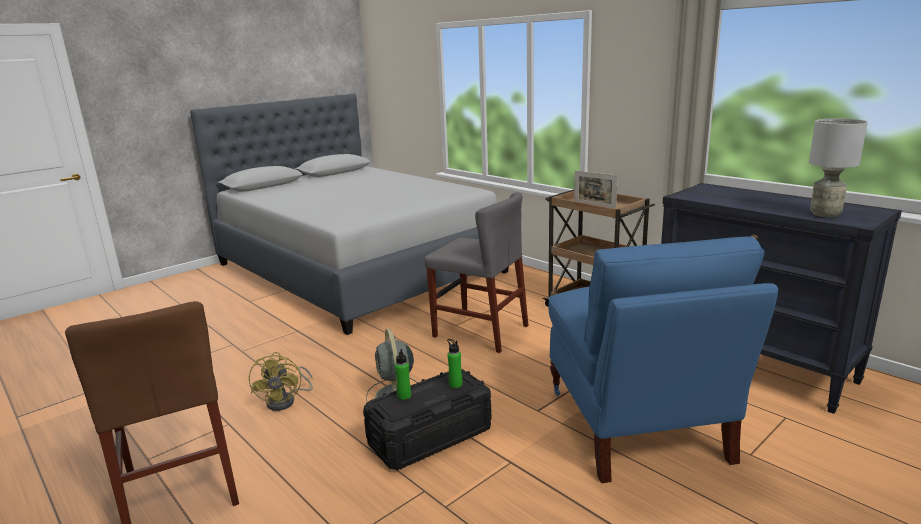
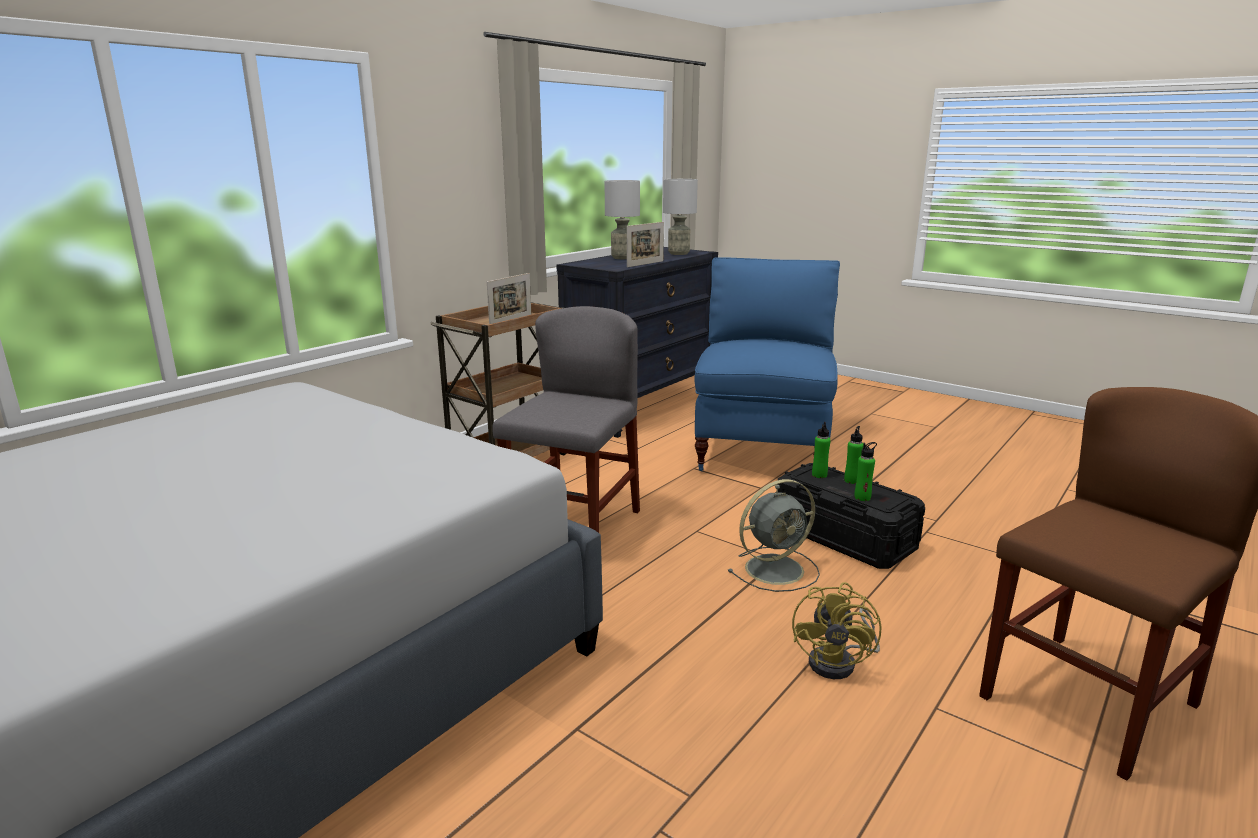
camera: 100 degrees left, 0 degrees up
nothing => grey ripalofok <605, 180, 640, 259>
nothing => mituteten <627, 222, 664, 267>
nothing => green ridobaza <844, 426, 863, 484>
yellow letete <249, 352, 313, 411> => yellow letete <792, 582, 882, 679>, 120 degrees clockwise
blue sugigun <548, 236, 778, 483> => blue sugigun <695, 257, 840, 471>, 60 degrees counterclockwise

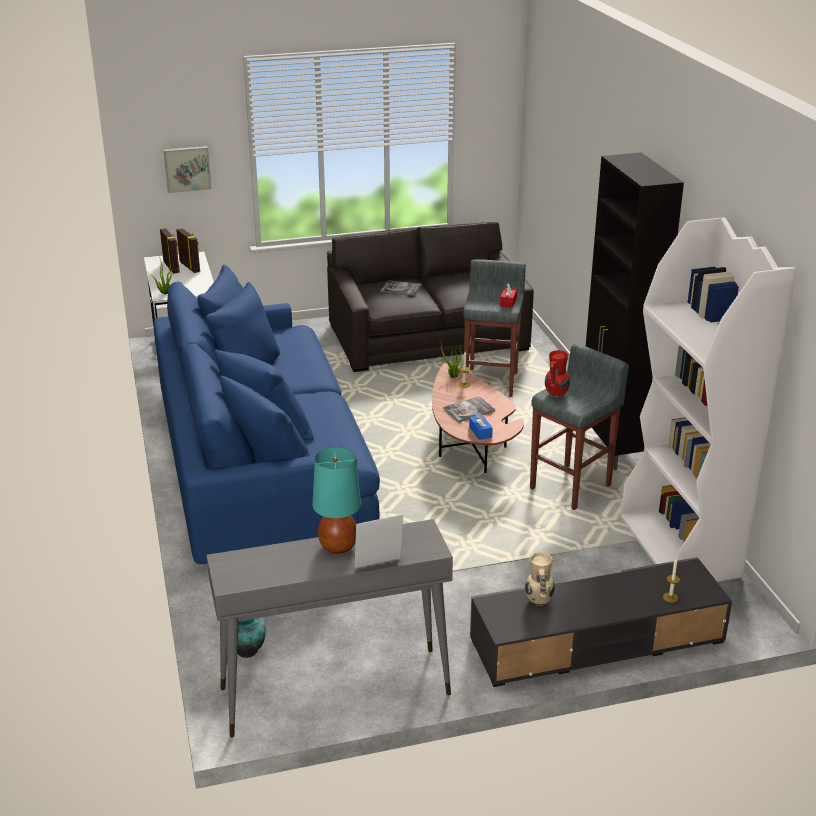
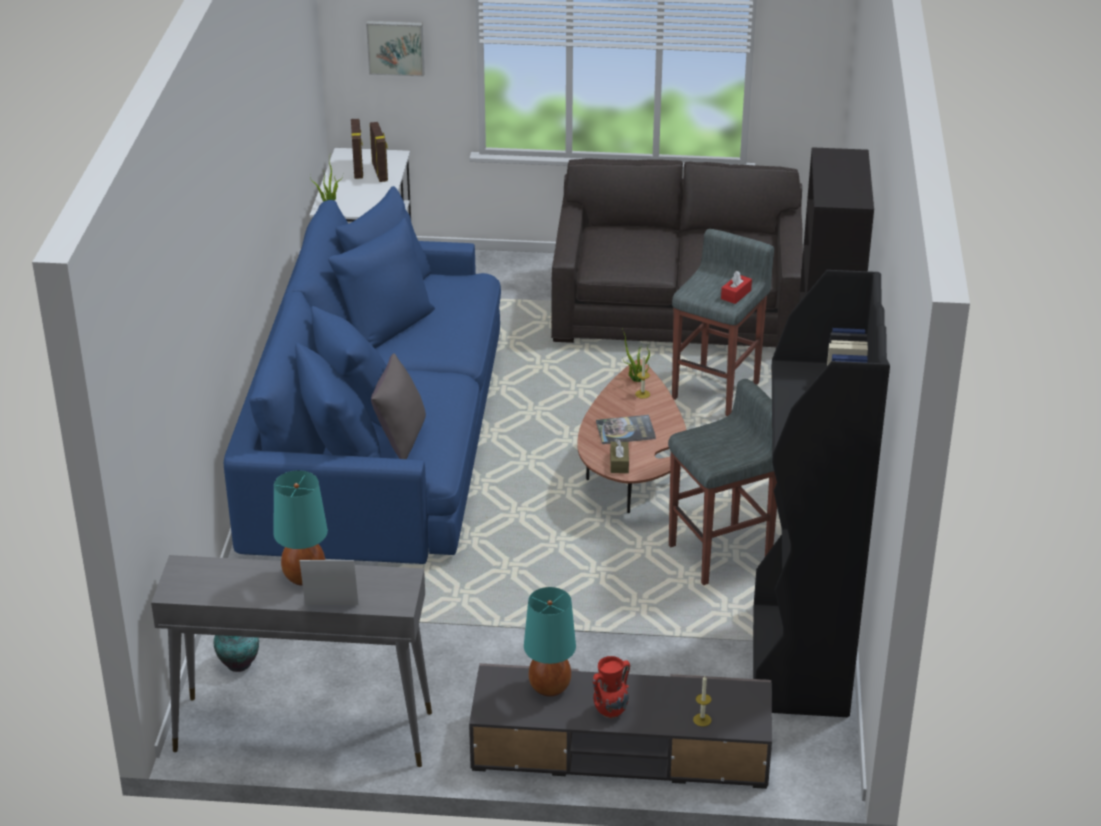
camera: 20 degrees right, 5 degrees up
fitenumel <380, 280, 422, 296> => nothing
nothing => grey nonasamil <371, 353, 426, 459>
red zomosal <545, 350, 570, 397> => red zomosal <593, 656, 630, 718>, relocated
beige zomosal <525, 552, 555, 606> => turquoise ripalofok <524, 587, 576, 697>
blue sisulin <469, 412, 493, 440> => brown sisulin <610, 439, 629, 473>
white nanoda <621, 217, 797, 582> => black nanoda <753, 270, 890, 717>

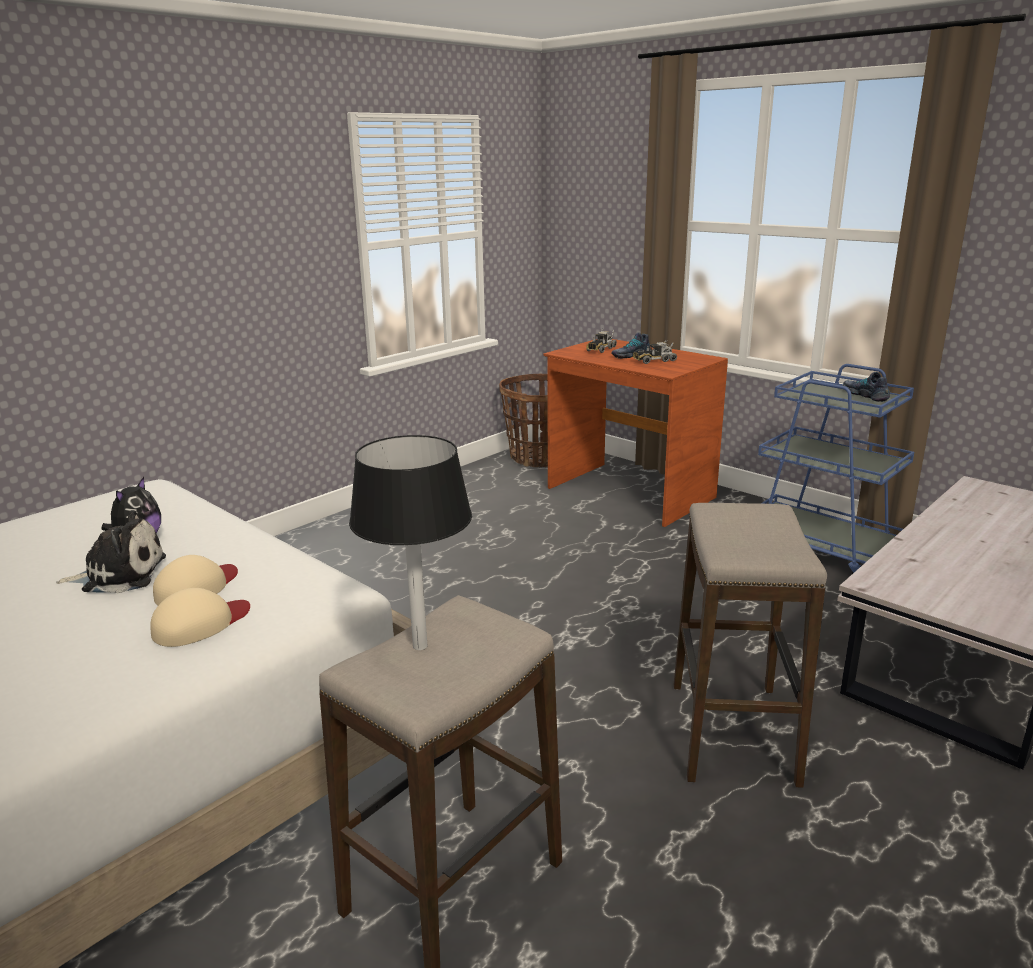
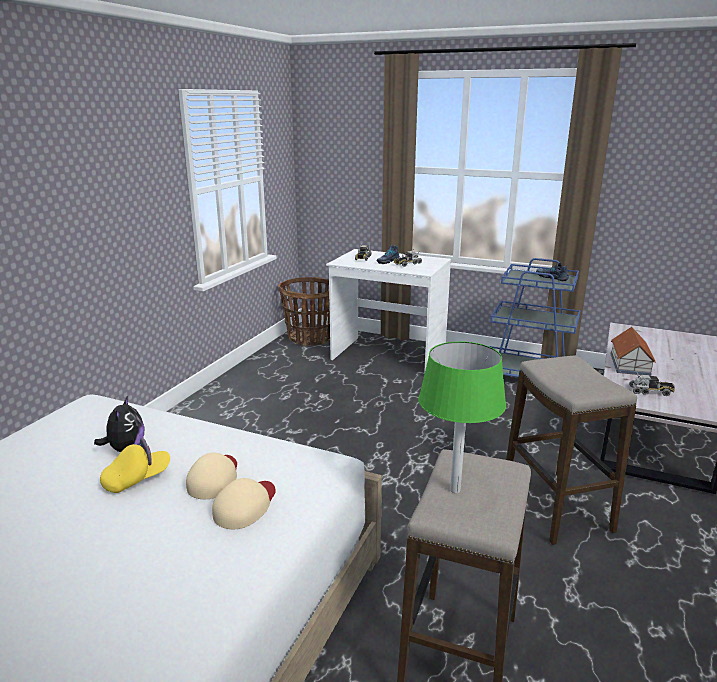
camera: 20 degrees left, 0 degrees up
nothing => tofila <611, 327, 656, 376>
nothing => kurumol <629, 372, 675, 396>
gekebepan <56, 510, 166, 593> => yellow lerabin <100, 438, 170, 493>
black ripalofok <349, 435, 472, 650> => green ripalofok <418, 341, 506, 493>
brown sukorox <544, 339, 728, 527> => white sukorox <326, 249, 451, 374>

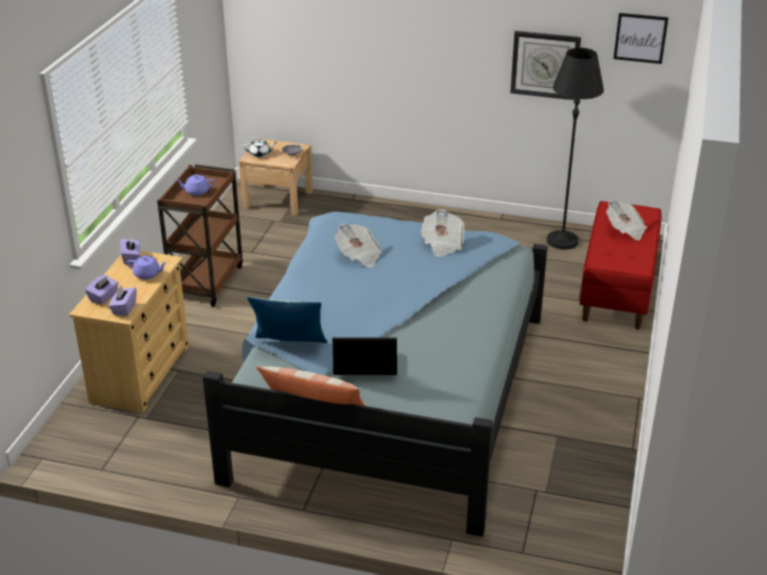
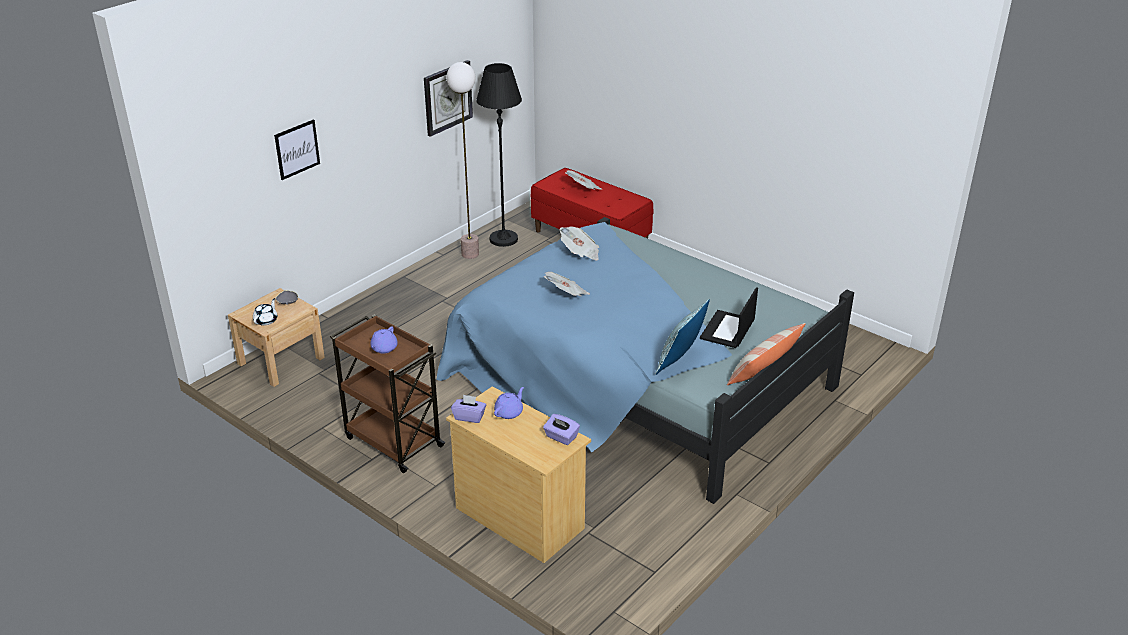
camera: 65 degrees left, 0 degrees up
purple sisulin <85, 275, 119, 305> => nothing
nothing => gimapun <447, 62, 479, 259>
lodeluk <613, 13, 669, 64> => lodeluk <274, 119, 320, 180>, relocated

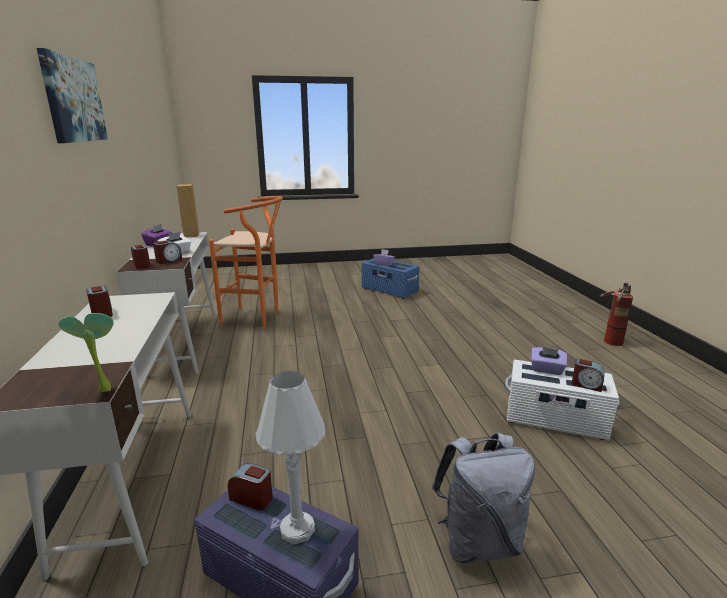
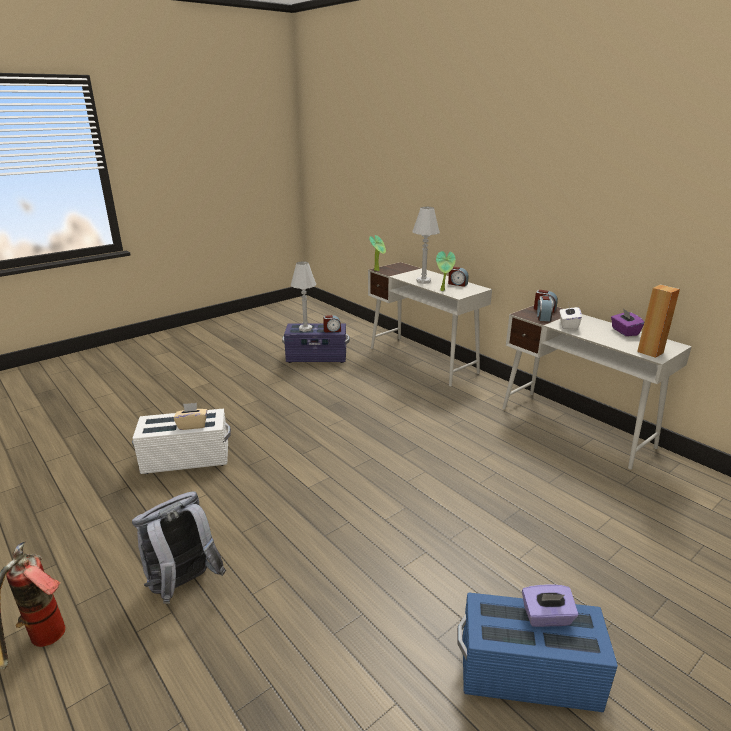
camera: 150 degrees right, 5 degrees up
lodeluk <36, 48, 108, 143> => nothing
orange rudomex <209, 196, 283, 329> => nothing
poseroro <572, 359, 605, 392> => nothing
nothing => white ripalofok <412, 207, 440, 284>
nothing => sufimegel <436, 251, 456, 291>
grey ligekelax <432, 433, 535, 564> => grey ligekelax <132, 491, 226, 604>, relocated
purple sisulin <531, 347, 567, 375> => beige sisulin <174, 403, 207, 430>

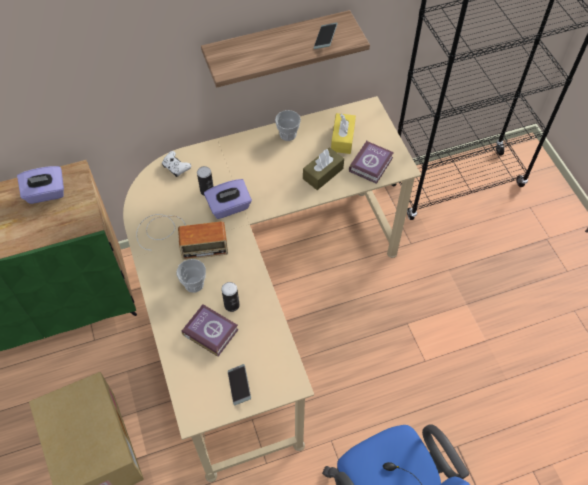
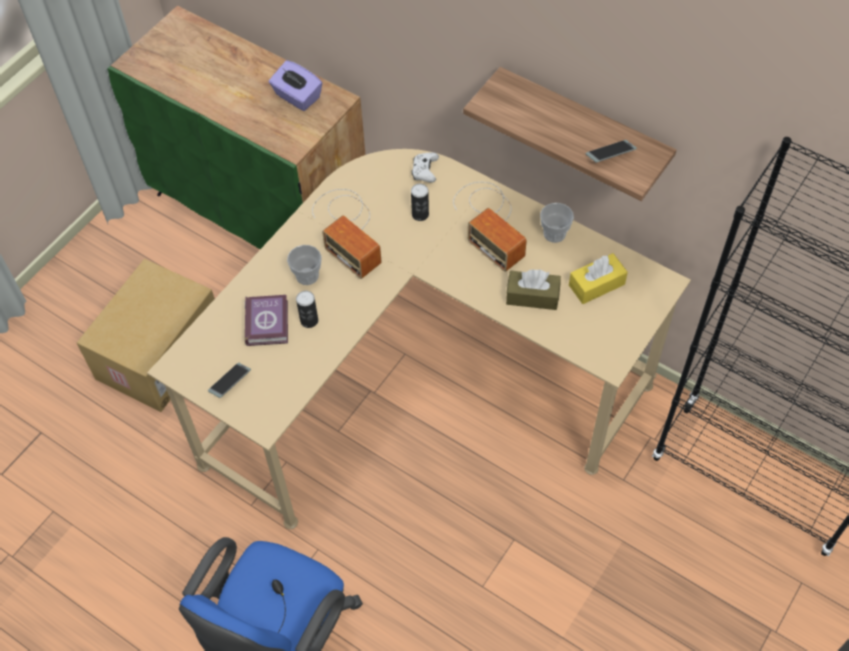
camera: 55 degrees right, 0 degrees up
purple sisulin <204, 179, 252, 219> => nothing
fitenumel <349, 141, 394, 184> => nothing
nothing => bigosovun <453, 182, 527, 272>

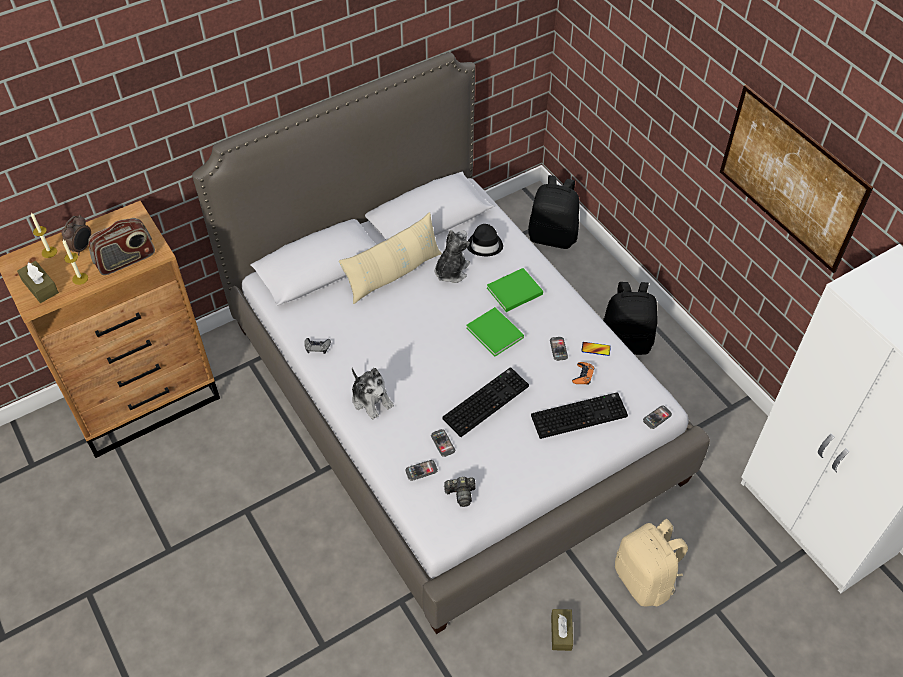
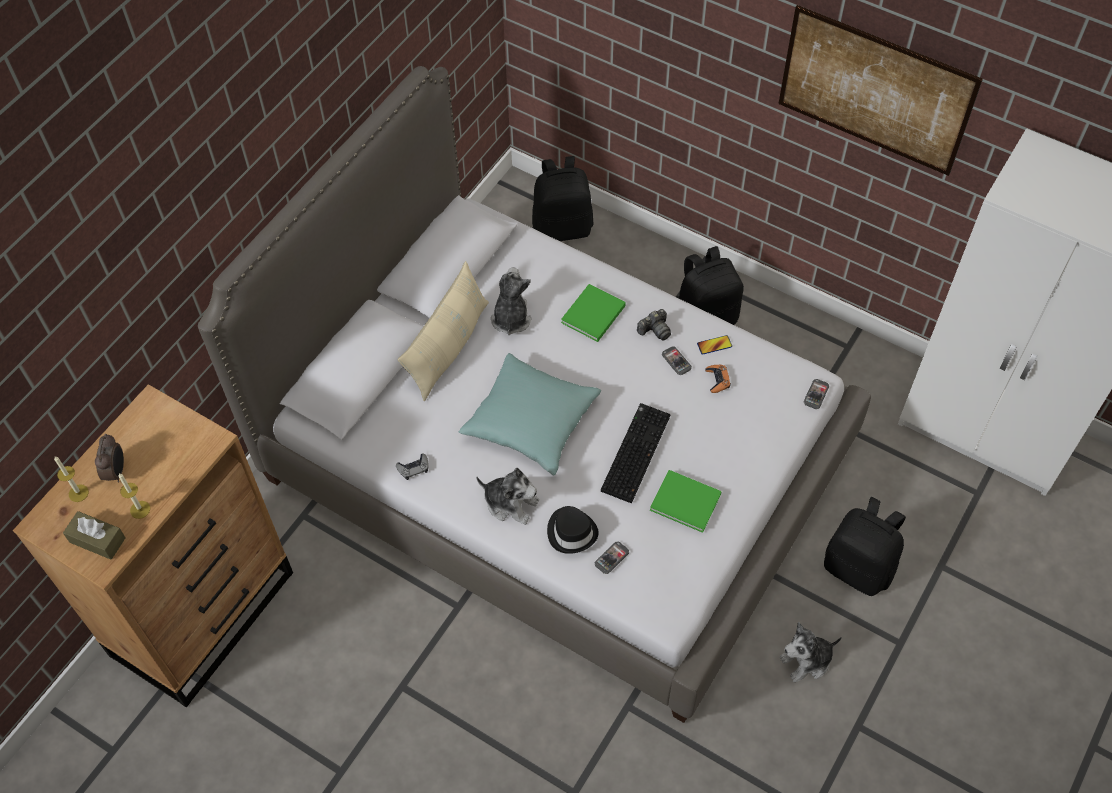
camera: 25 degrees left, 5 degrees up
bigosovun <88, 218, 155, 275> => nothing
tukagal <431, 429, 455, 457> => nothing
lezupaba <531, 392, 628, 439> => nothing
nothing => turquoise nonasamil <459, 353, 601, 476>
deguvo <443, 477, 476, 507> => deguvo <637, 309, 671, 340>, relocated
green fitenumel <466, 307, 524, 356> => green fitenumel <650, 470, 722, 533>, relocated
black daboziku <467, 224, 503, 256> => black daboziku <547, 506, 599, 554>, relocated
brown sisulin <551, 609, 573, 651> => gekebepan <779, 622, 842, 683>
beige ligekelax <615, 519, 688, 606> => black ligekelax <824, 497, 906, 596>

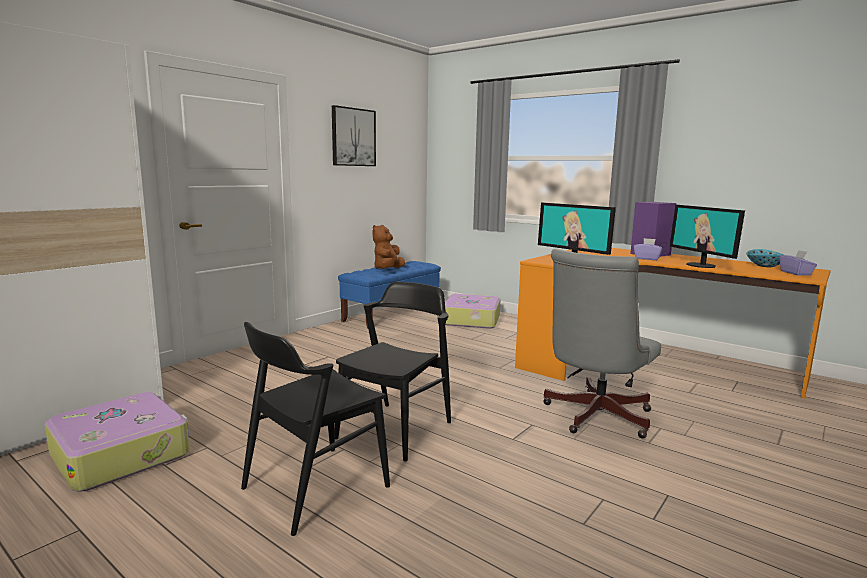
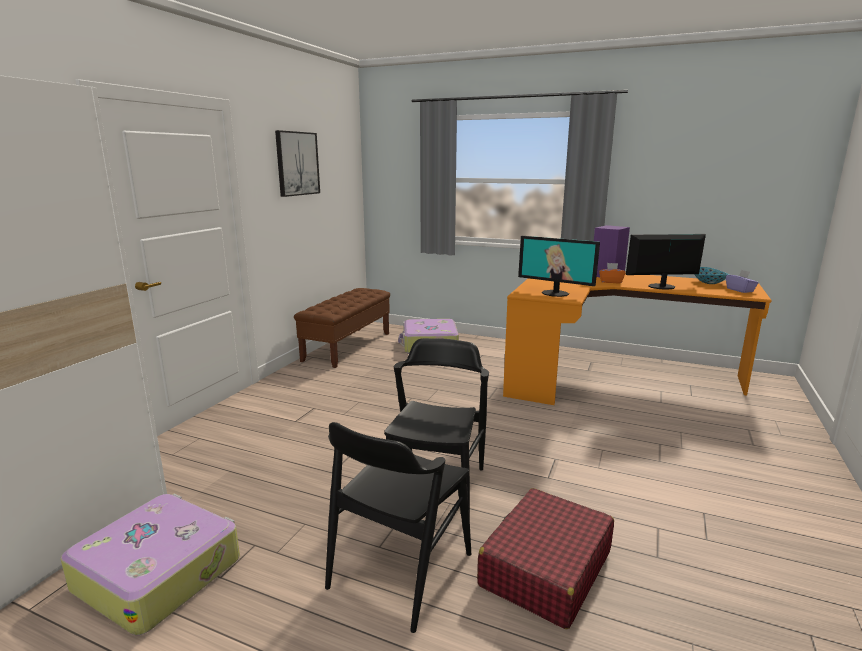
camera: 15 degrees left, 5 degrees up
brown gekebepan <372, 225, 405, 269> => nothing
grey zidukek <543, 248, 661, 438> => nothing
nothing => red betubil <477, 488, 614, 629>
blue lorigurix <338, 261, 441, 329> => brown lorigurix <294, 288, 390, 368>
purple sisulin <634, 238, 663, 260> => orange sisulin <599, 263, 626, 283>
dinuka <670, 205, 745, 268> => dinuka <626, 234, 706, 290>, 120 degrees clockwise

